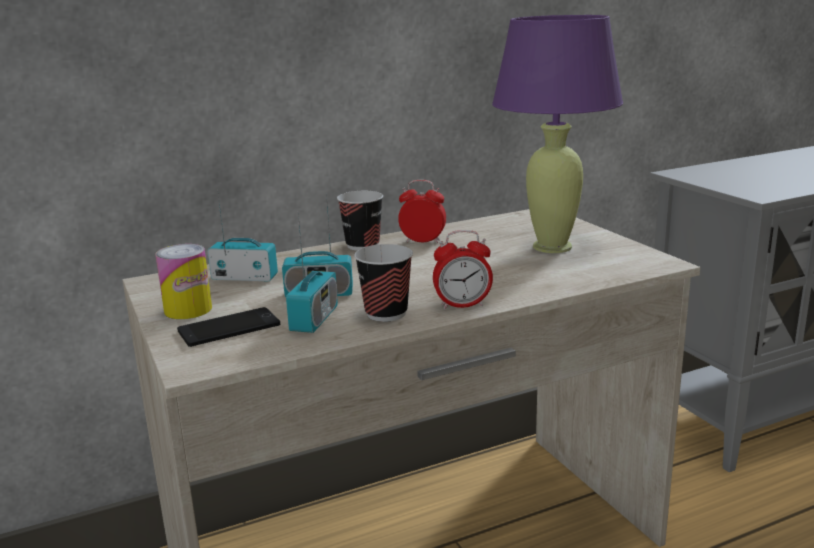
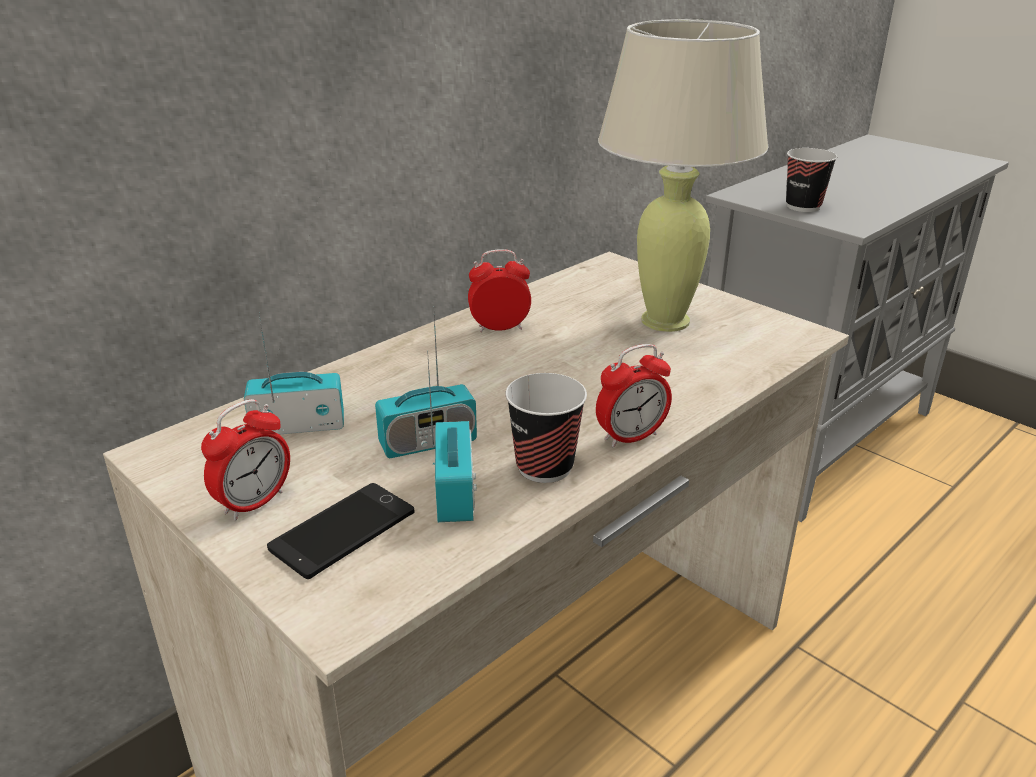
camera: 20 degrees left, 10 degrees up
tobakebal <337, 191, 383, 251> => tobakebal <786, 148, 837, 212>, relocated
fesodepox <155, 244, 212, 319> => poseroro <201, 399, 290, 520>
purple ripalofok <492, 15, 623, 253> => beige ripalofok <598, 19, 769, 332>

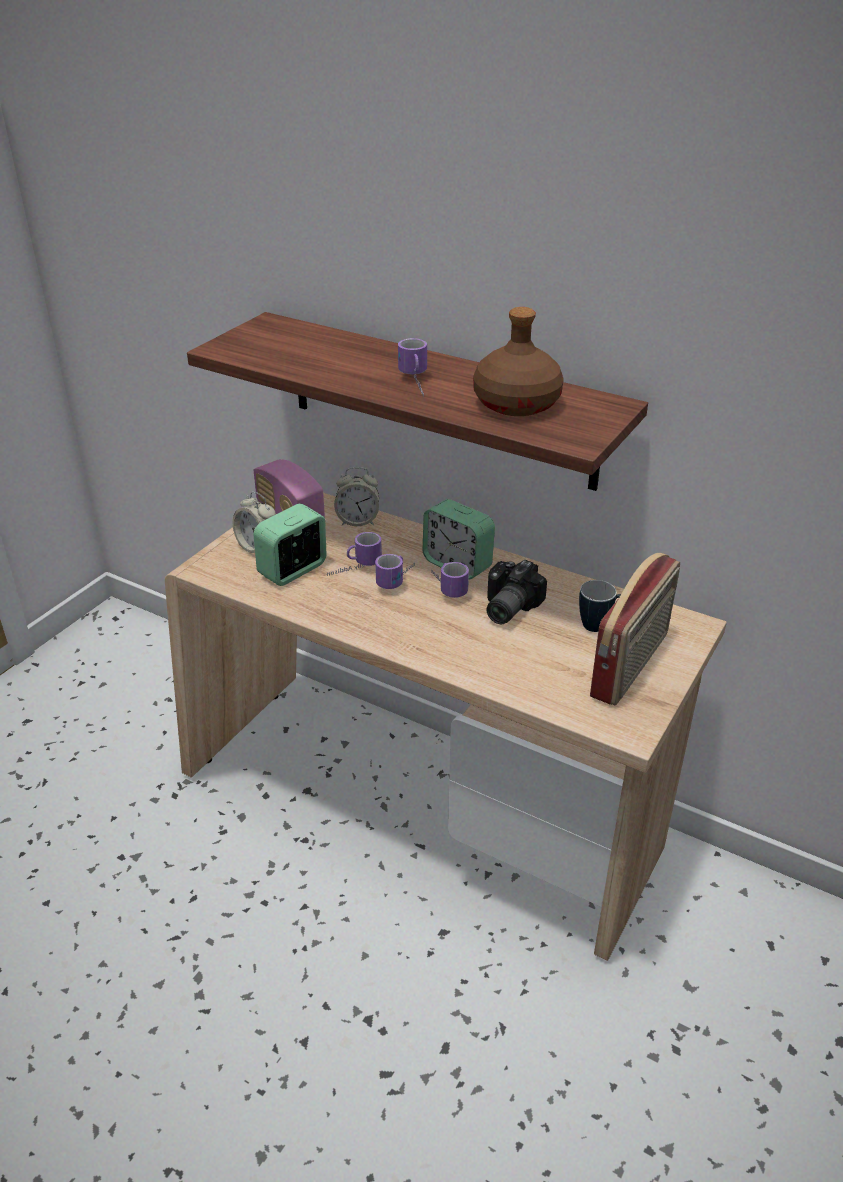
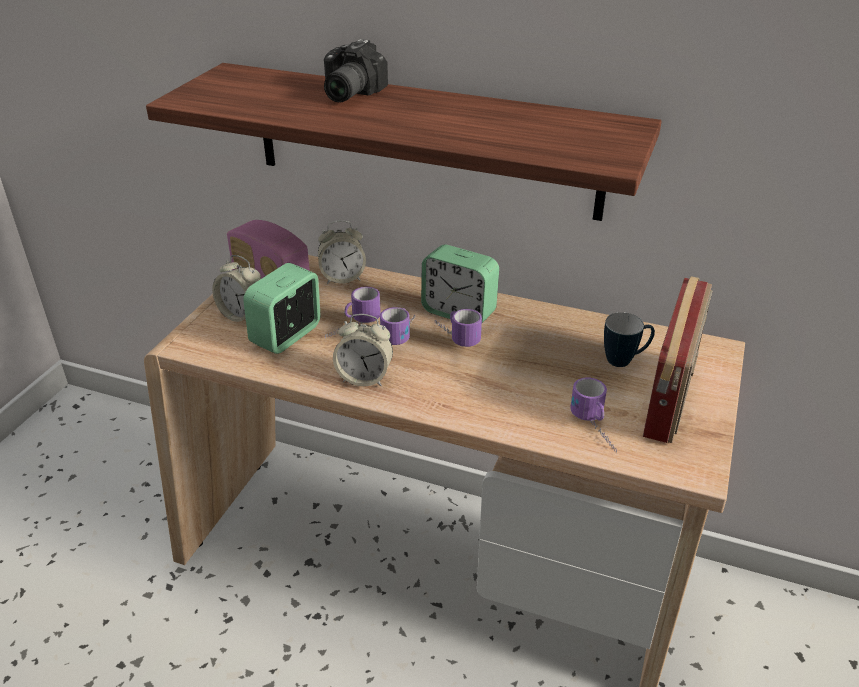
camera: 10 degrees left, 0 degrees up
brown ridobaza <473, 307, 564, 416> => nothing
nothing => poseroro <333, 314, 393, 386>
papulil <398, 338, 427, 397> => papulil <570, 378, 617, 453>, relocated
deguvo <486, 560, 547, 624> => deguvo <324, 39, 388, 102>, relocated

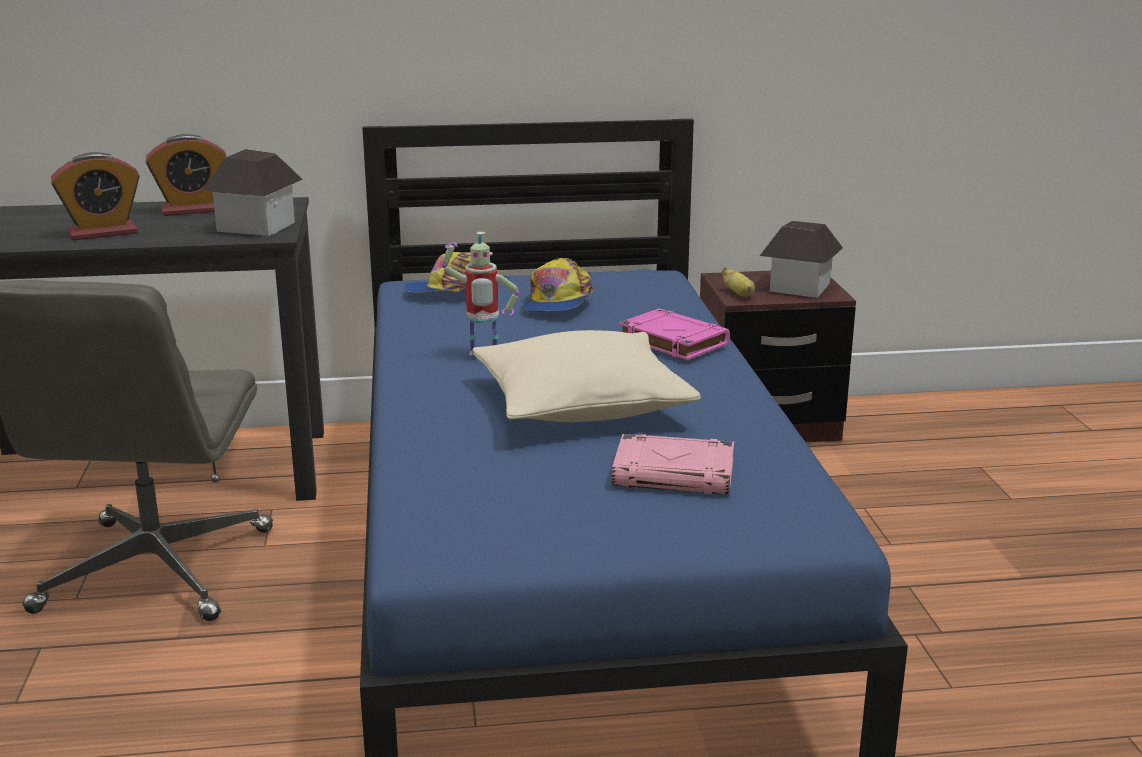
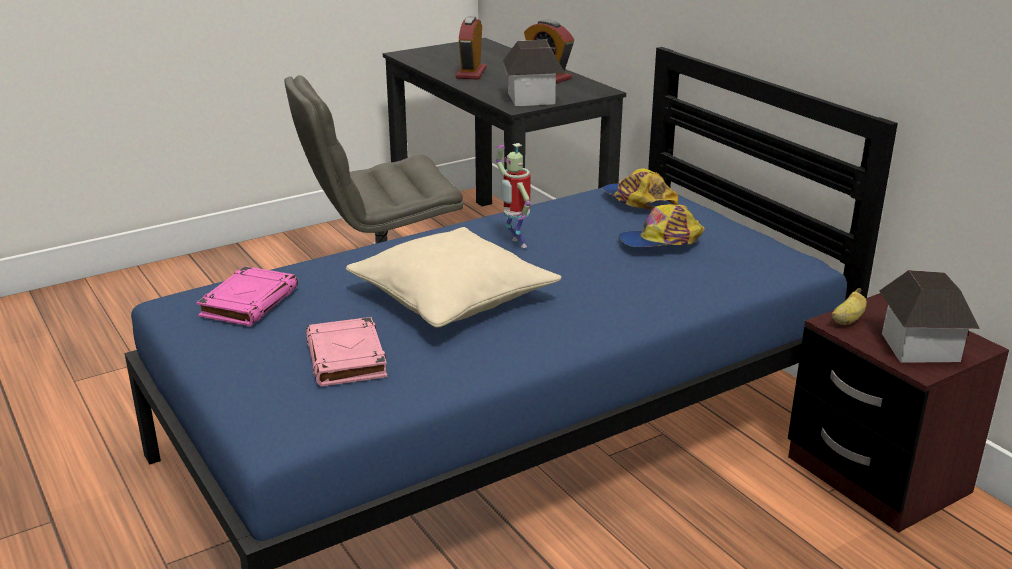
camera: 65 degrees right, 5 degrees up
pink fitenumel <619, 309, 730, 360> => pink fitenumel <196, 266, 298, 326>, relocated
poseroro <50, 152, 140, 240> => poseroro <456, 17, 487, 80>, 60 degrees clockwise

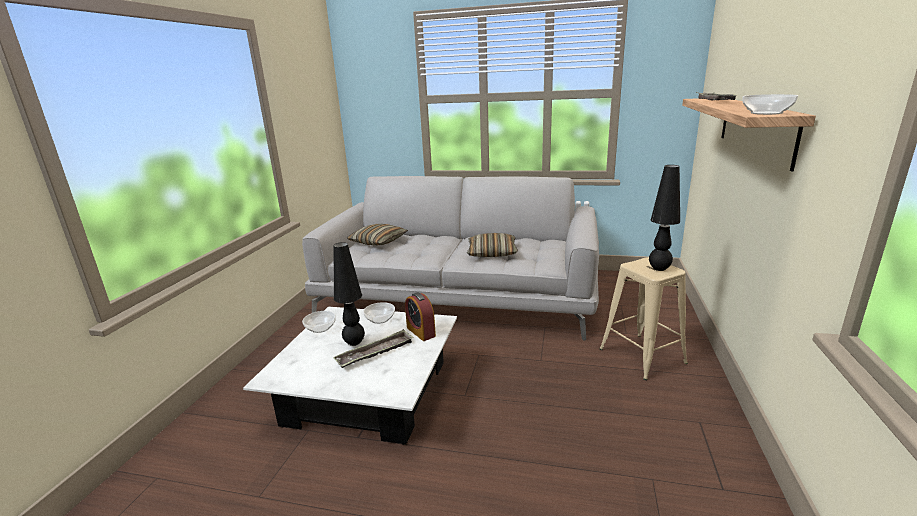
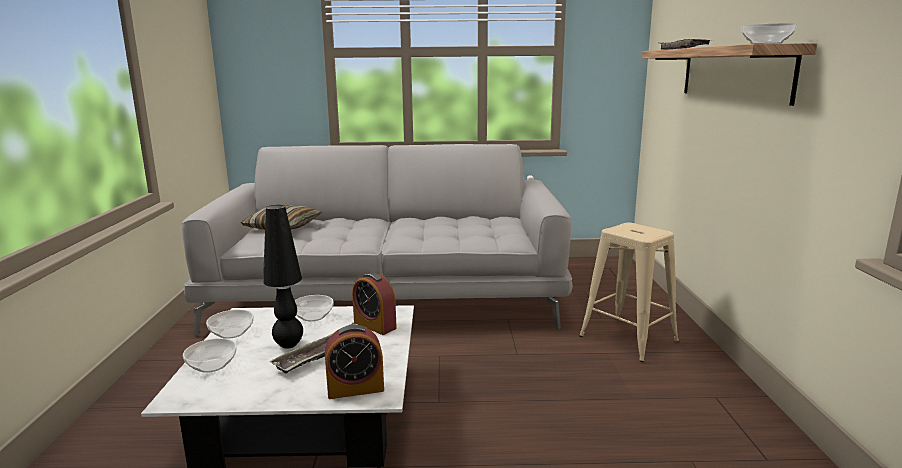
camera: 15 degrees left, 5 degrees down
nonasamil <467, 233, 518, 257> => nothing
black ripalofok <649, 165, 680, 271> => nothing
nothing => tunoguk <183, 338, 237, 373>
nothing => poseroro <325, 325, 384, 399>

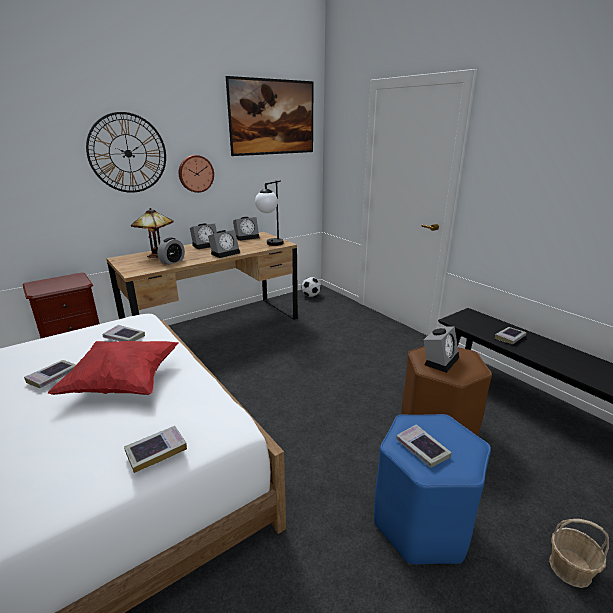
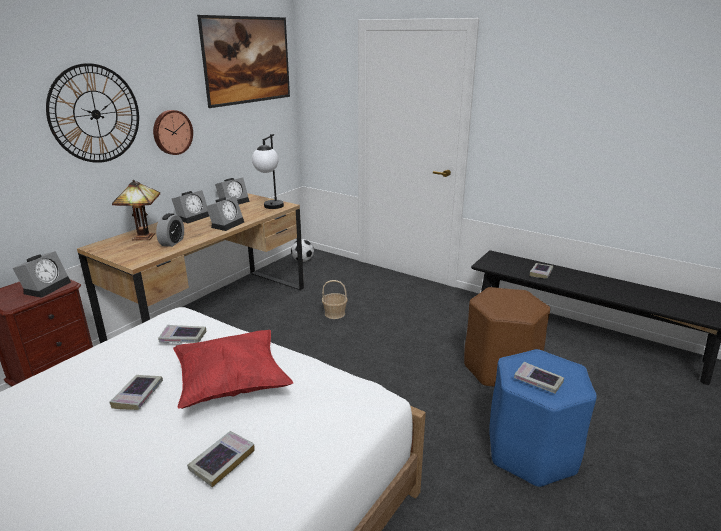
camera: 20 degrees left, 0 degrees up
fitenumel <124, 426, 187, 473> => fitenumel <187, 431, 255, 487>, relocated
poseroro <424, 326, 459, 373> => poseroro <13, 251, 71, 298>, relocated
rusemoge <549, 519, 609, 588> => rusemoge <322, 280, 348, 319>, relocated

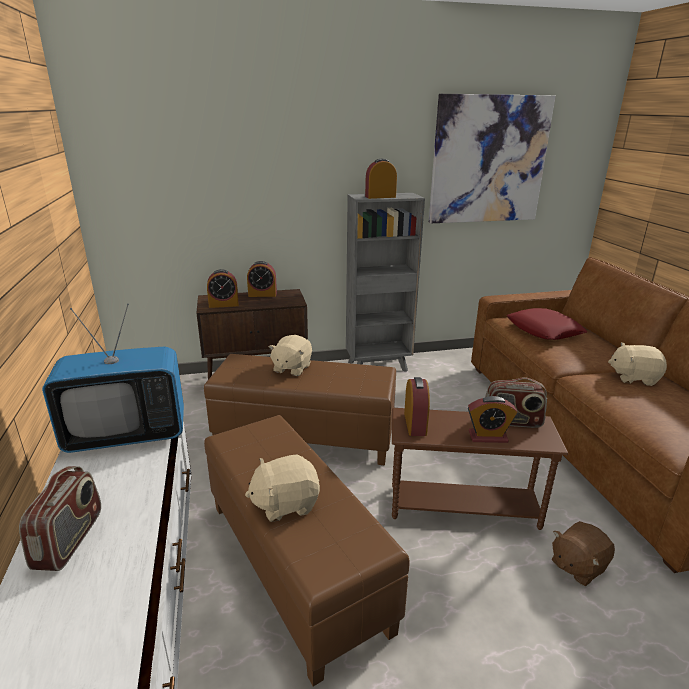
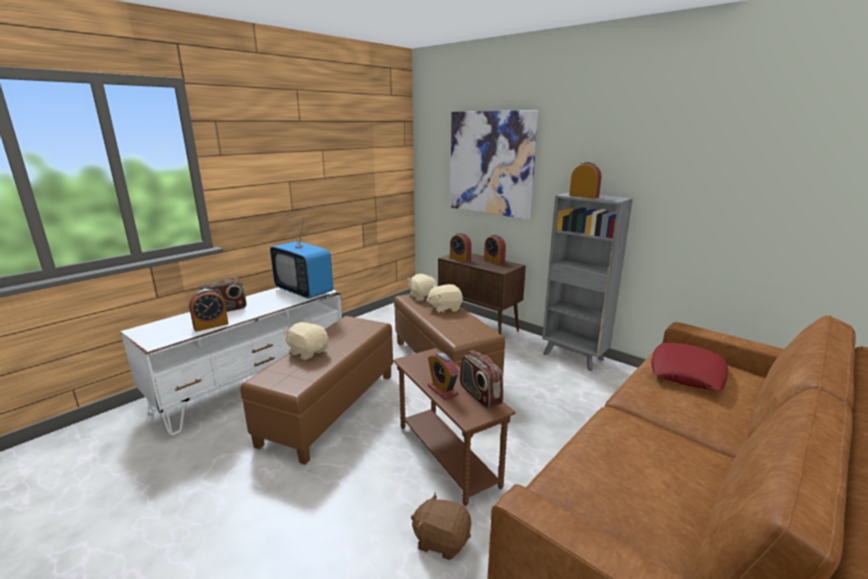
camera: 55 degrees right, 5 degrees down
poseroro <404, 377, 430, 436> => poseroro <189, 289, 228, 332>, relocated
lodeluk <429, 94, 556, 224> => lodeluk <450, 110, 538, 219>, relocated
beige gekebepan <608, 342, 667, 386> => beige gekebepan <407, 274, 437, 301>, relocated

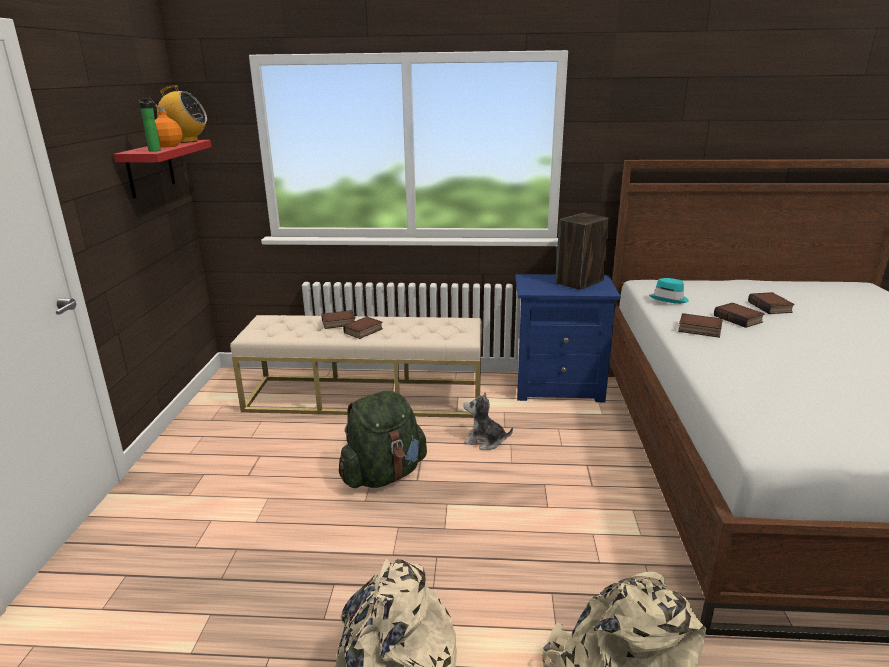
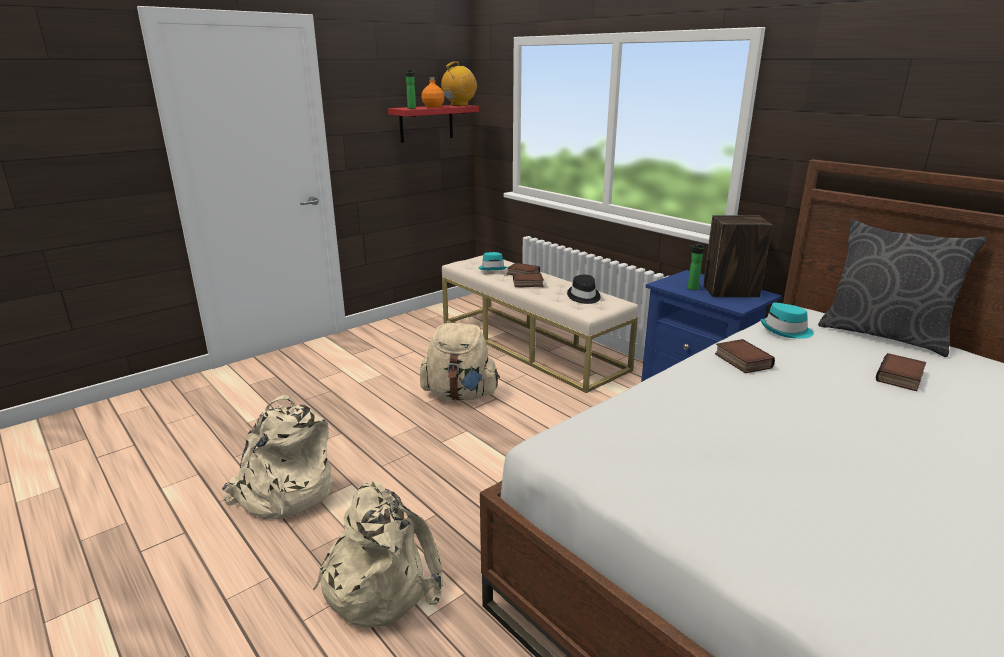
camera: 45 degrees right, 0 degrees up
gekebepan <464, 392, 513, 450> => nothing
fitenumel <714, 303, 765, 328> => nothing
nothing => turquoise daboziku <478, 252, 507, 270>
nothing => black daboziku <567, 275, 601, 304>
nothing => ridobaza <688, 244, 704, 290>
nothing => grey nonasamil <818, 219, 987, 357>
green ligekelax <339, 390, 427, 488> => beige ligekelax <420, 323, 500, 401>
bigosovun <149, 86, 207, 143> => bigosovun <441, 62, 477, 106>, 90 degrees counterclockwise

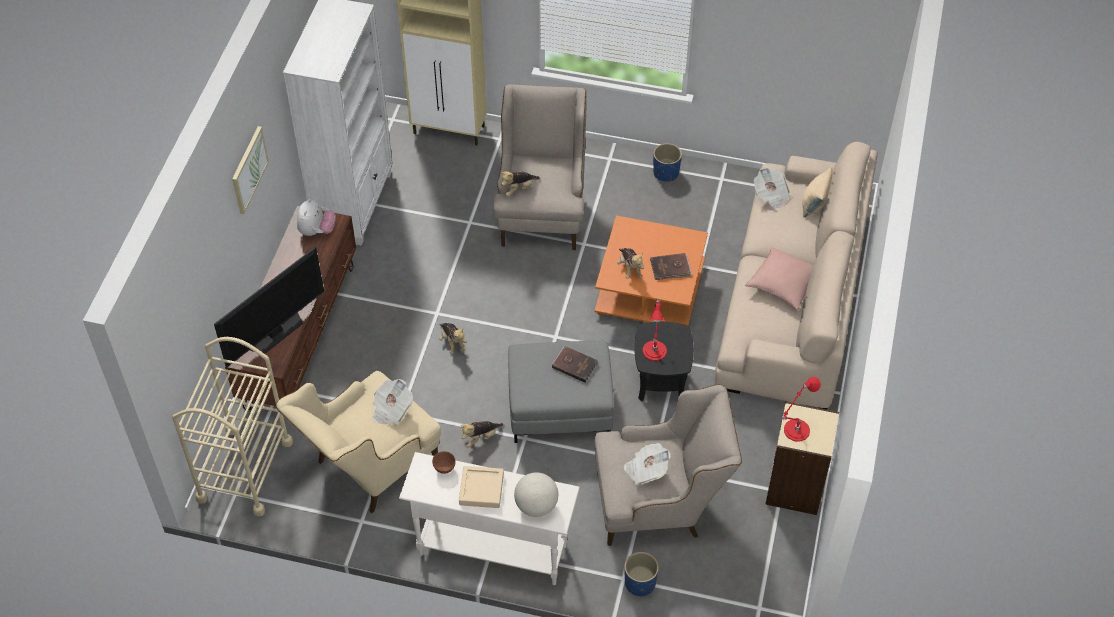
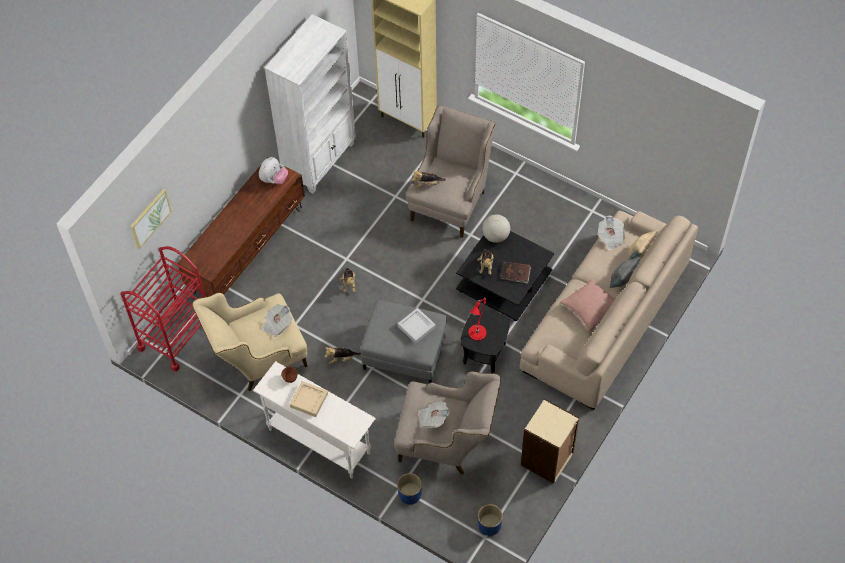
camera: 20 degrees right, 5 degrees up
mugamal <214, 247, 324, 367> => nothing
red ripalofok <782, 377, 821, 442> => nothing
nothing => grey nonasamil <610, 256, 641, 288>
lodeluk <232, 126, 269, 214> => lodeluk <130, 189, 172, 249>, relocated
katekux <514, 472, 558, 517> => katekux <482, 214, 510, 243>, relocated
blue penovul <653, 143, 682, 182> => blue penovul <478, 504, 503, 536>, relocated
brown fitenumel <552, 345, 599, 382> => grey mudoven <398, 308, 436, 343>
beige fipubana <172, 337, 293, 516> => red fipubana <121, 246, 205, 372>
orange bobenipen <594, 215, 708, 326> => black bobenipen <456, 231, 554, 321>

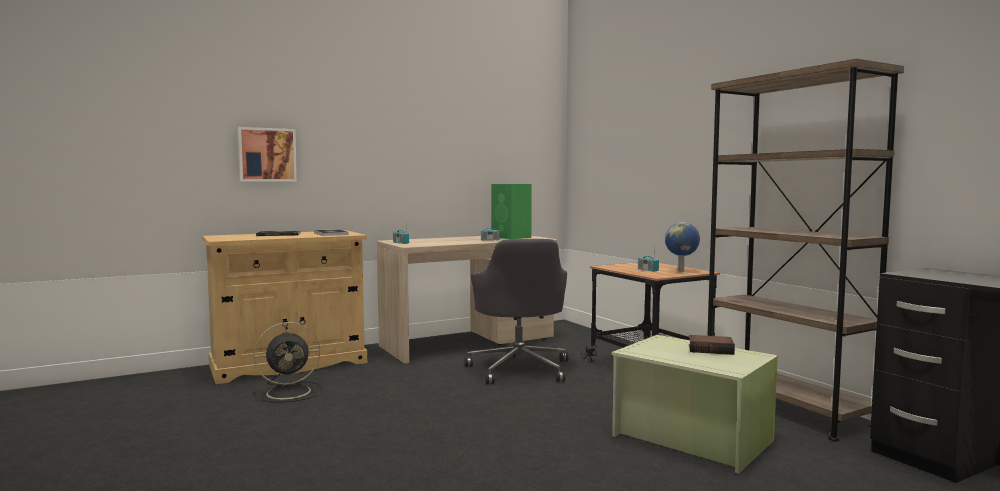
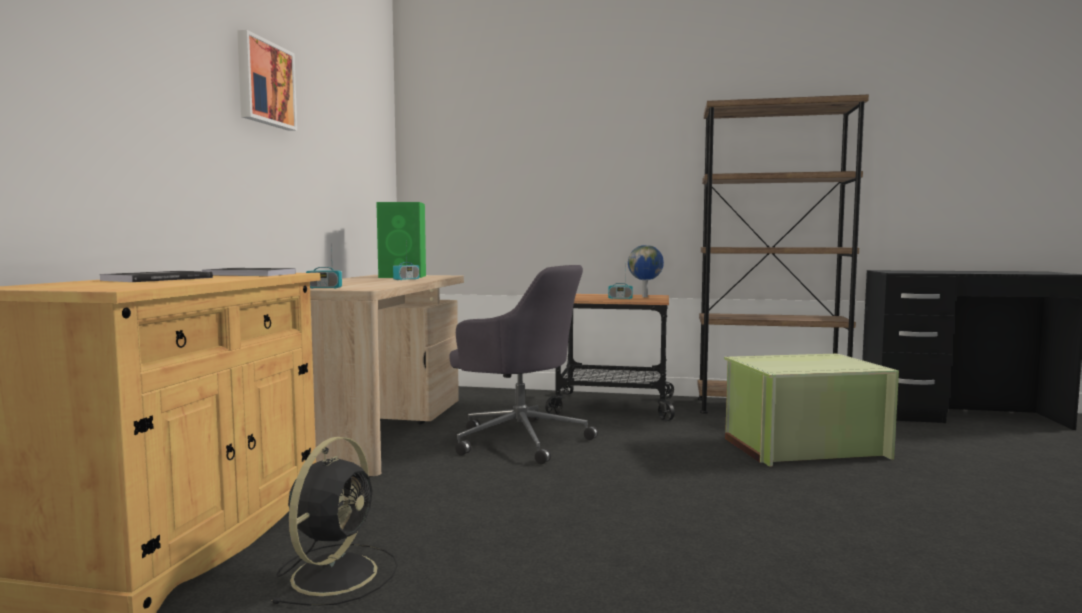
camera: 50 degrees left, 0 degrees up
fitenumel <689, 335, 735, 355> => nothing
lodeluk <238, 127, 297, 182> => lodeluk <237, 30, 297, 131>, relocated

